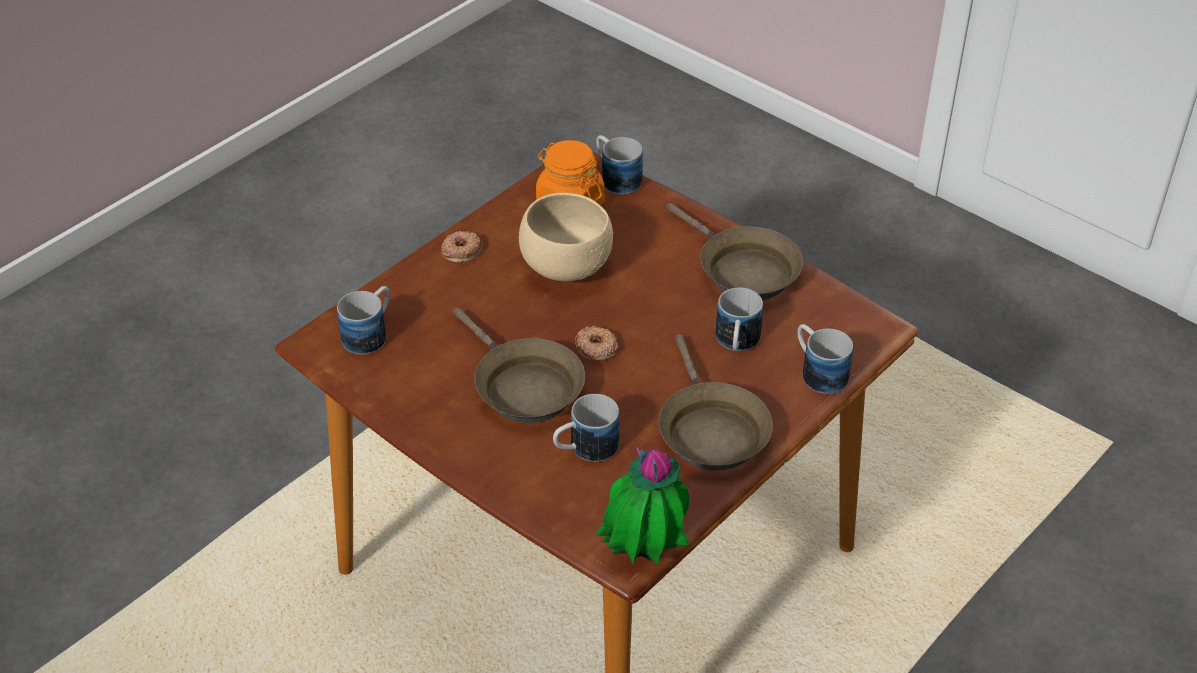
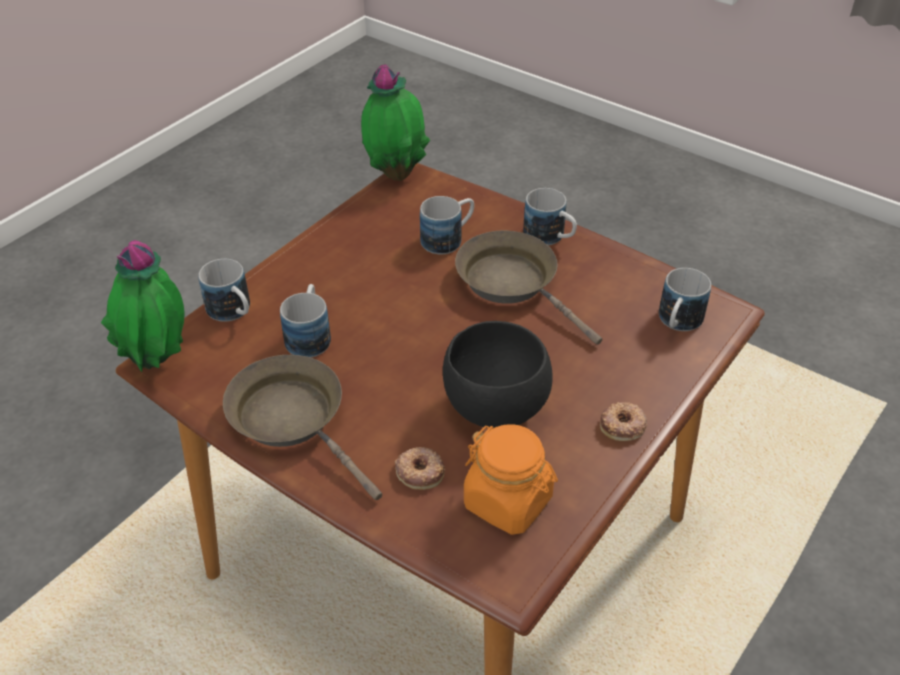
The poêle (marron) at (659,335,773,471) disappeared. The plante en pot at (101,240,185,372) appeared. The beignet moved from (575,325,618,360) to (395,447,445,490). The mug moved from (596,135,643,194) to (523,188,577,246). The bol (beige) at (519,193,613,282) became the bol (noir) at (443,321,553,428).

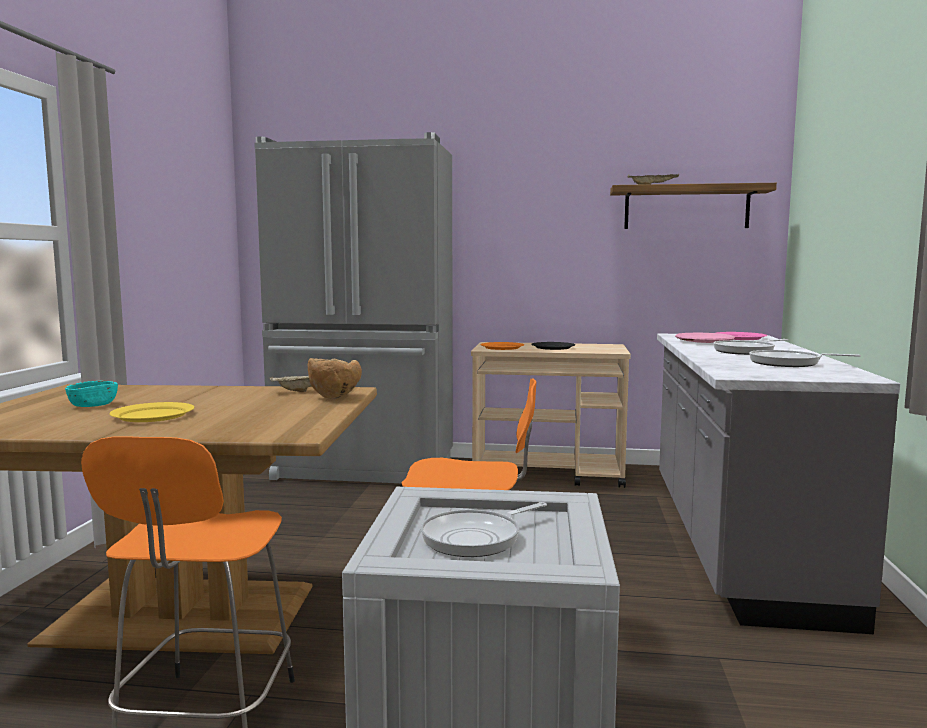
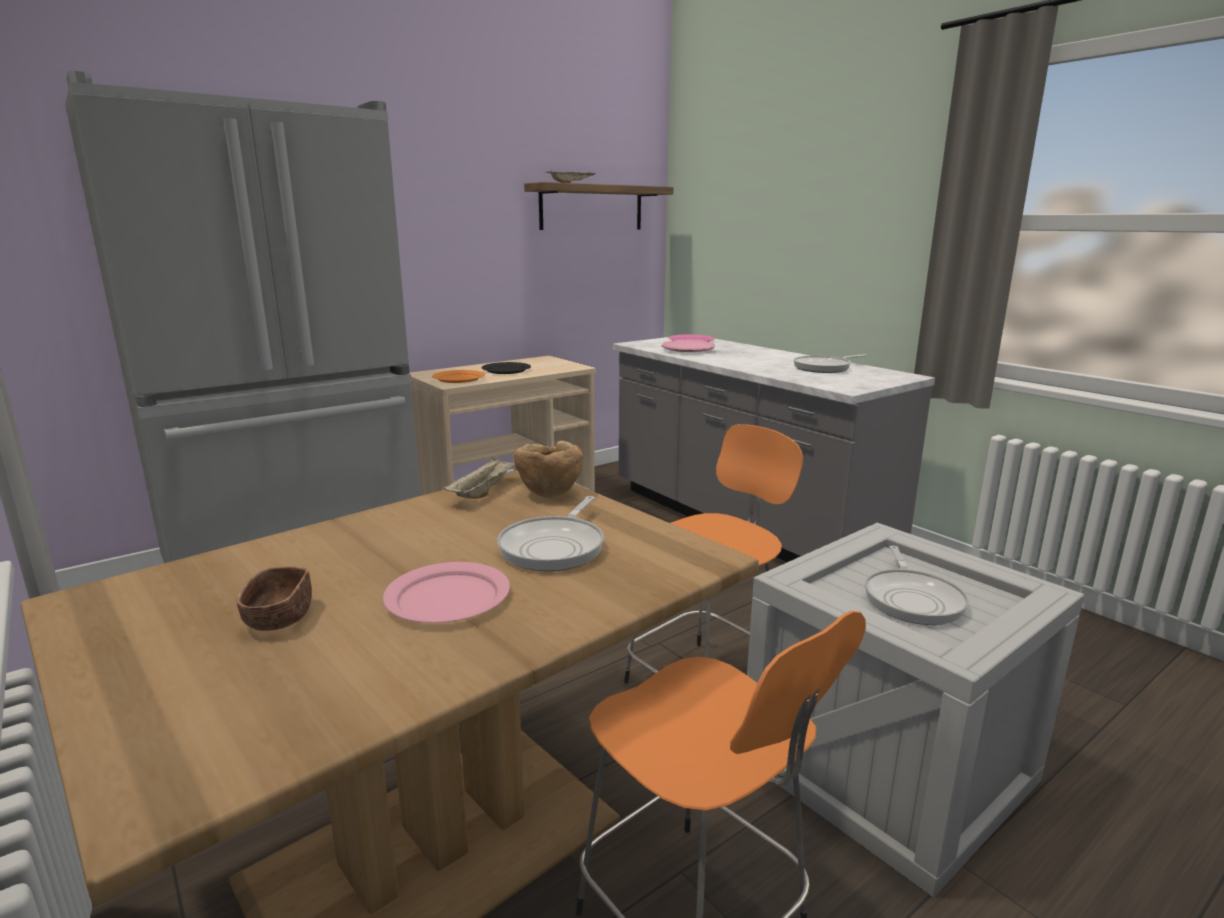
The poêle moved from (713,339,788,355) to (497,496,604,571). The bol (turquoise) at (65,381,118,407) became the bol (marron) at (237,566,312,631). The assiette (jaune) at (109,402,194,422) became the assiette (rose) at (383,562,510,623).

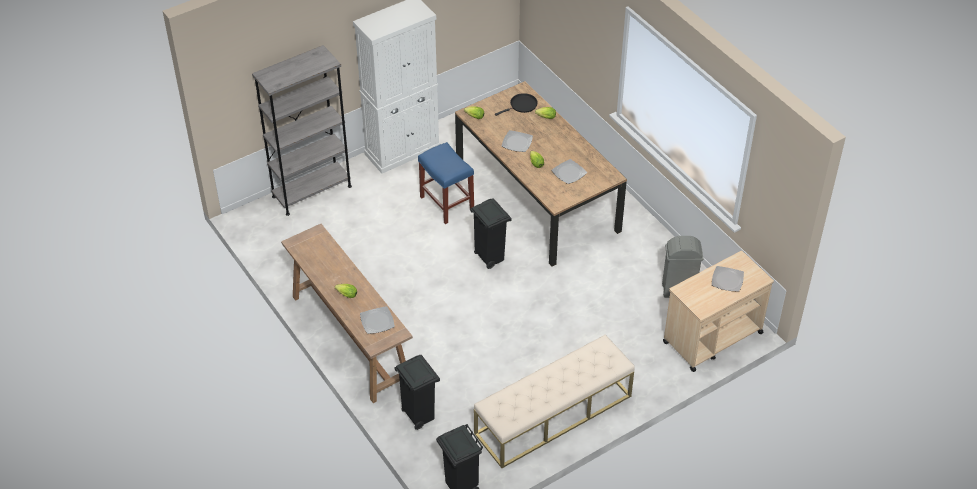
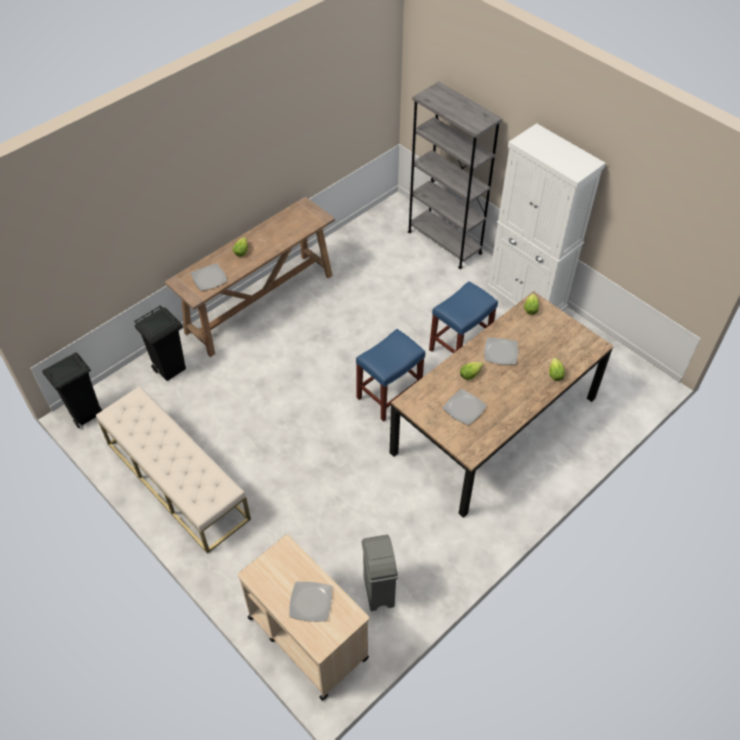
The poêle (noir) at (495,93,538,116) disappeared. The poubelle (noir) at (470,198,512,269) was replaced by the tabouret (bleu) at (356,329,425,422).

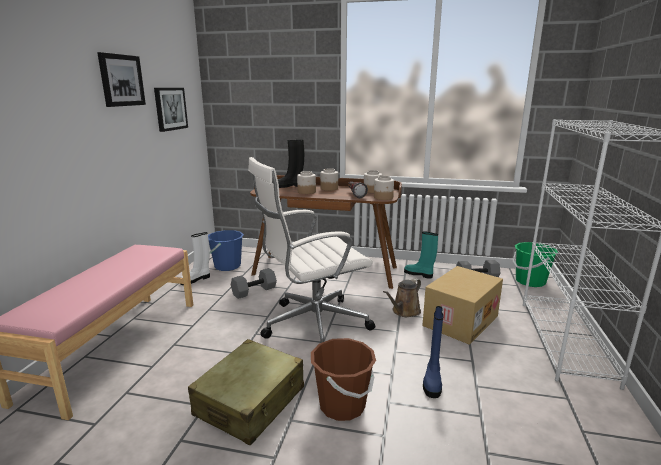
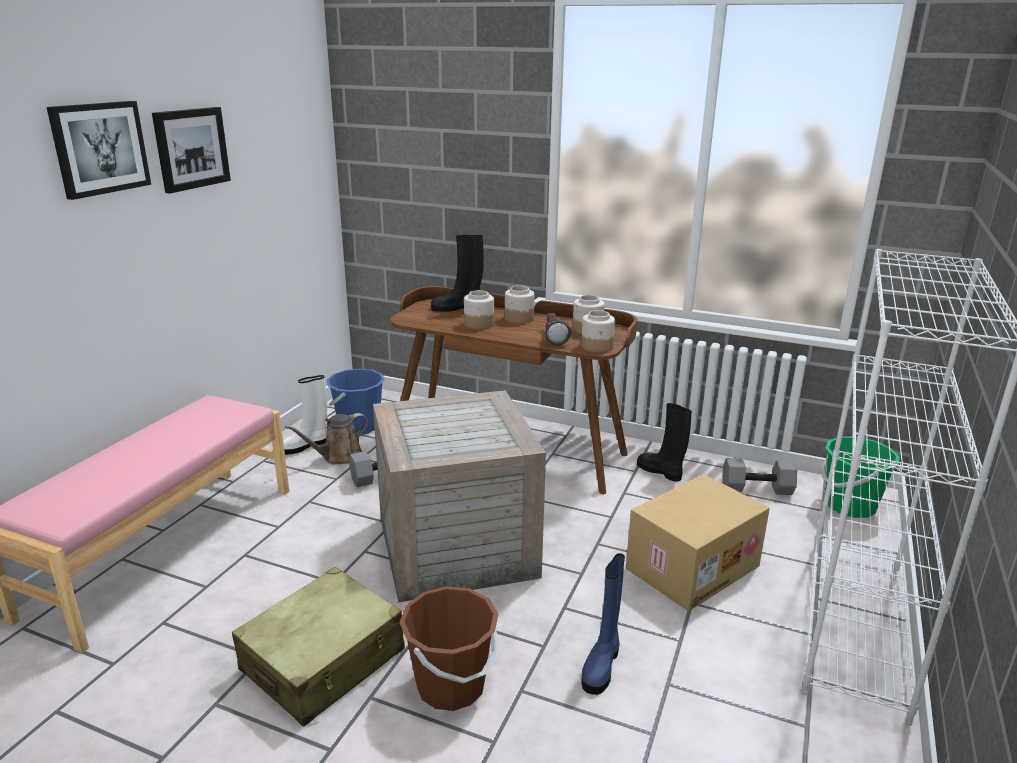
The tableau moved from (154,88,188,132) to (47,101,151,200). The arrosoir (marron) moved from (383,278,421,317) to (285,413,368,464). The chaise de bureau (blanc) at (248,157,375,343) was replaced by the caisse at (373,390,546,603). The botte (turquoise) at (404,231,438,279) became the botte (noir) at (637,403,692,482).

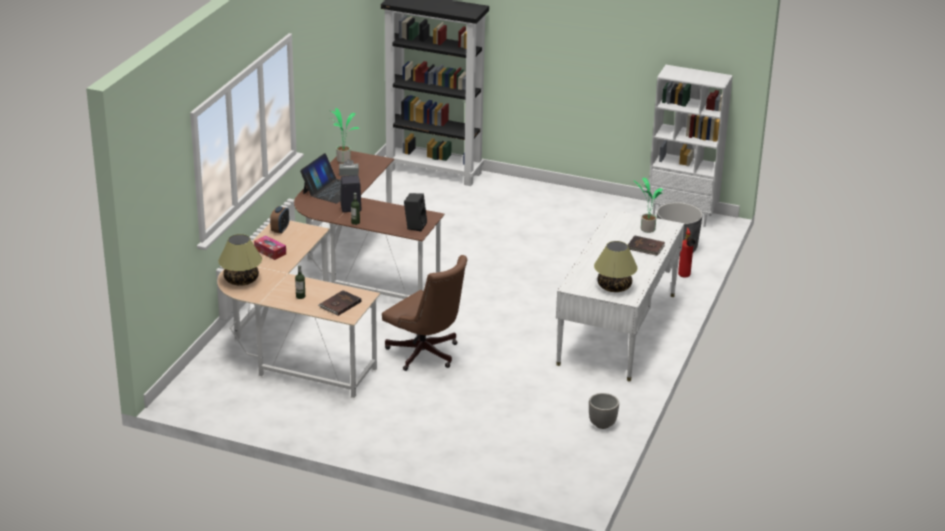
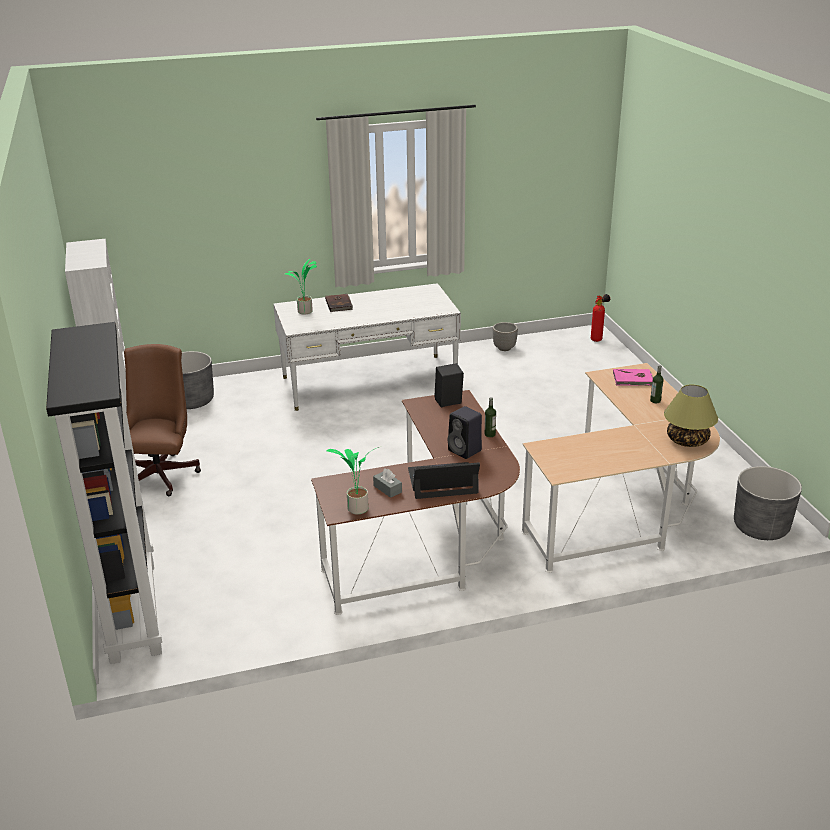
The boîte à mouchoirs at (254,236,286,260) disappeared. The réveil at (270,206,289,234) disappeared. The lampe de table at (594,241,638,292) disappeared. The cache-pot (gris) at (734,466,802,540) appeared. The chaise de bureau (marron) moved from (382,255,467,371) to (124,344,201,496). The extincteur moved from (678,227,695,277) to (591,294,610,342). The livre (marron) at (318,290,361,316) became the livre (rose) at (613,369,653,386).

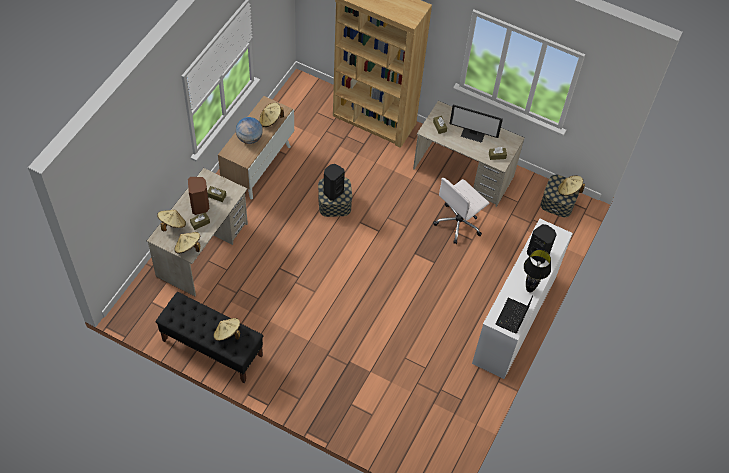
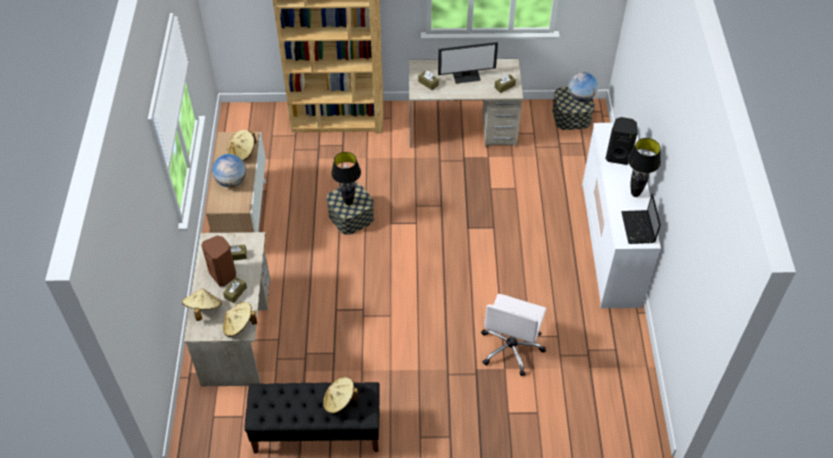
The chaise de bureau (blanc) moved from (433,178,489,244) to (481,294,546,376). The enceinte (noir) at (324,164,345,201) was replaced by the lampe de table (noir) at (331,152,361,205). The chapeau (beige) at (558,175,585,196) was replaced by the globe at (568,72,598,102).

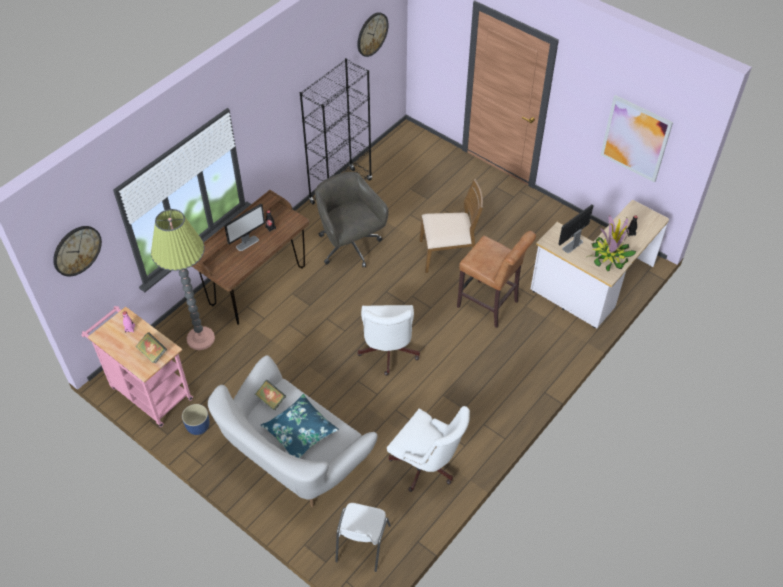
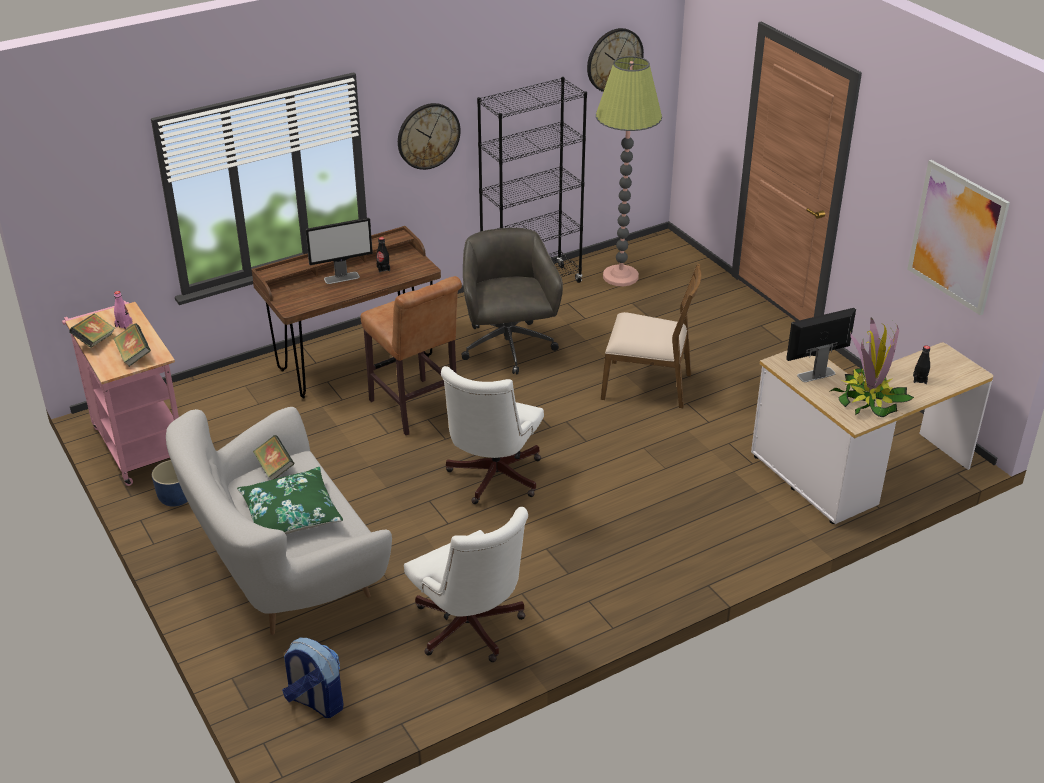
The livre at (69,313,115,348) appeared. The horloge murale moved from (53,226,102,276) to (398,103,461,170). The lampadaire moved from (151,209,215,350) to (596,56,662,286). The tabouret (marron) moved from (457,231,536,328) to (361,276,462,435). The chaise (blanc) at (335,503,391,572) was replaced by the sac à dos at (282,638,343,718). The coussin (bleu) at (260,394,339,458) became the coussin (vert) at (237,467,343,534).

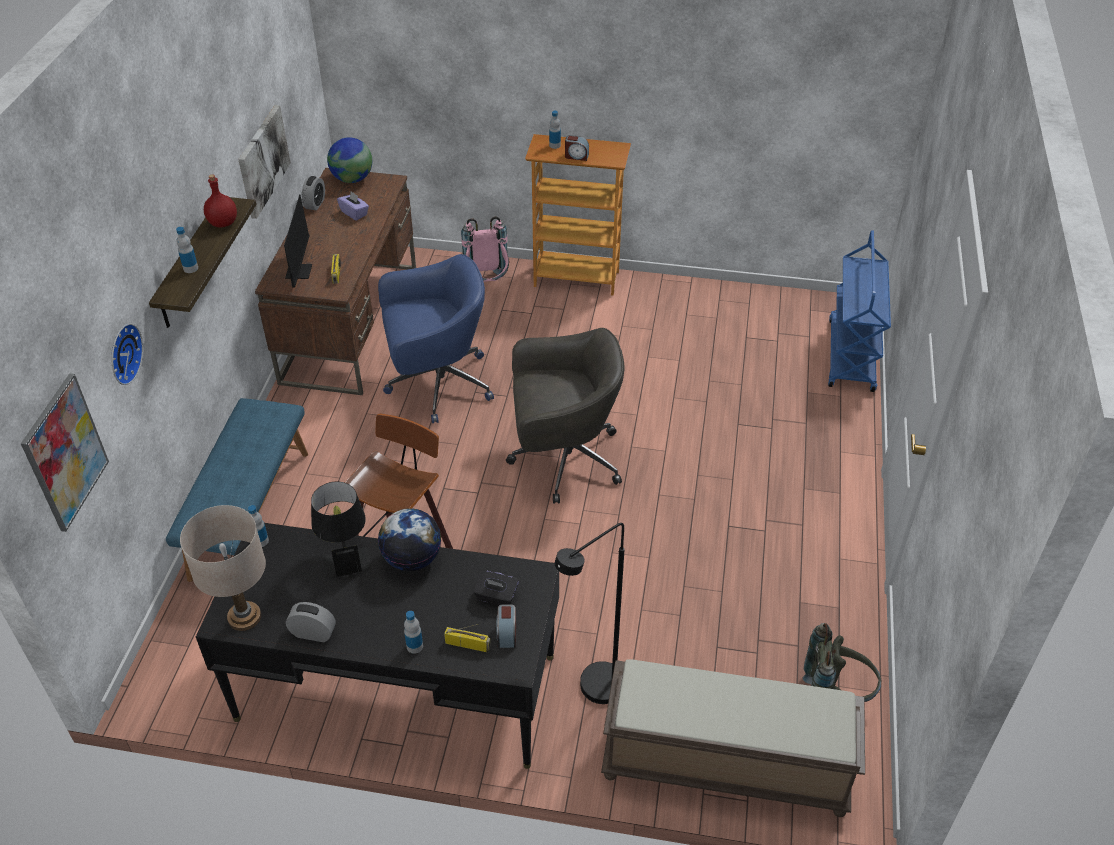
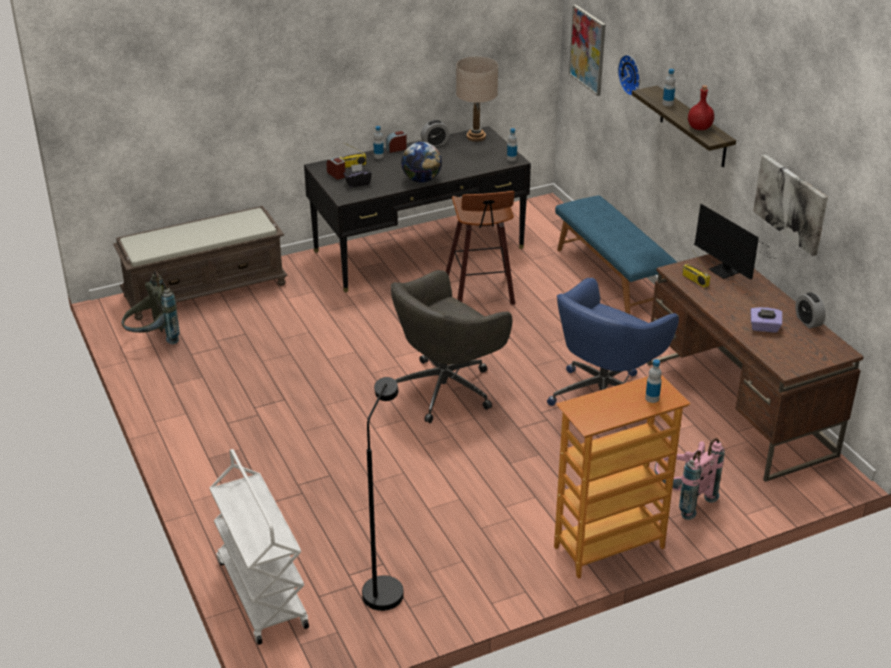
The lampe de table (noir) at (311,482,372,579) disappeared. The globe at (327,137,372,183) disappeared. The lampadaire (noir) moved from (555,523,625,704) to (362,377,404,611). The réveil moved from (565,135,589,161) to (386,131,407,153). The chariot (bleu) at (828,230,891,392) became the chariot (blanc) at (209,449,309,645).

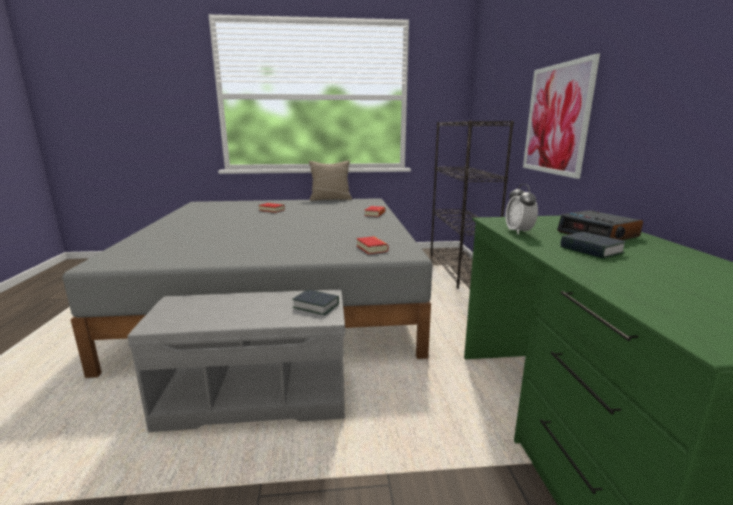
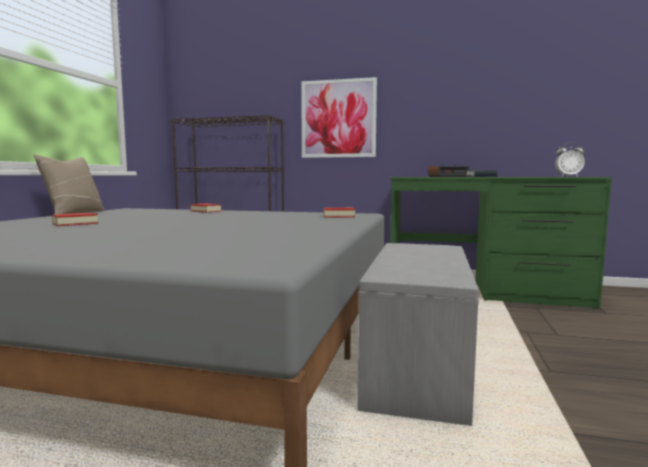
The livre at (292,289,339,315) disappeared. The réveil moved from (506,184,538,235) to (555,142,585,177).

